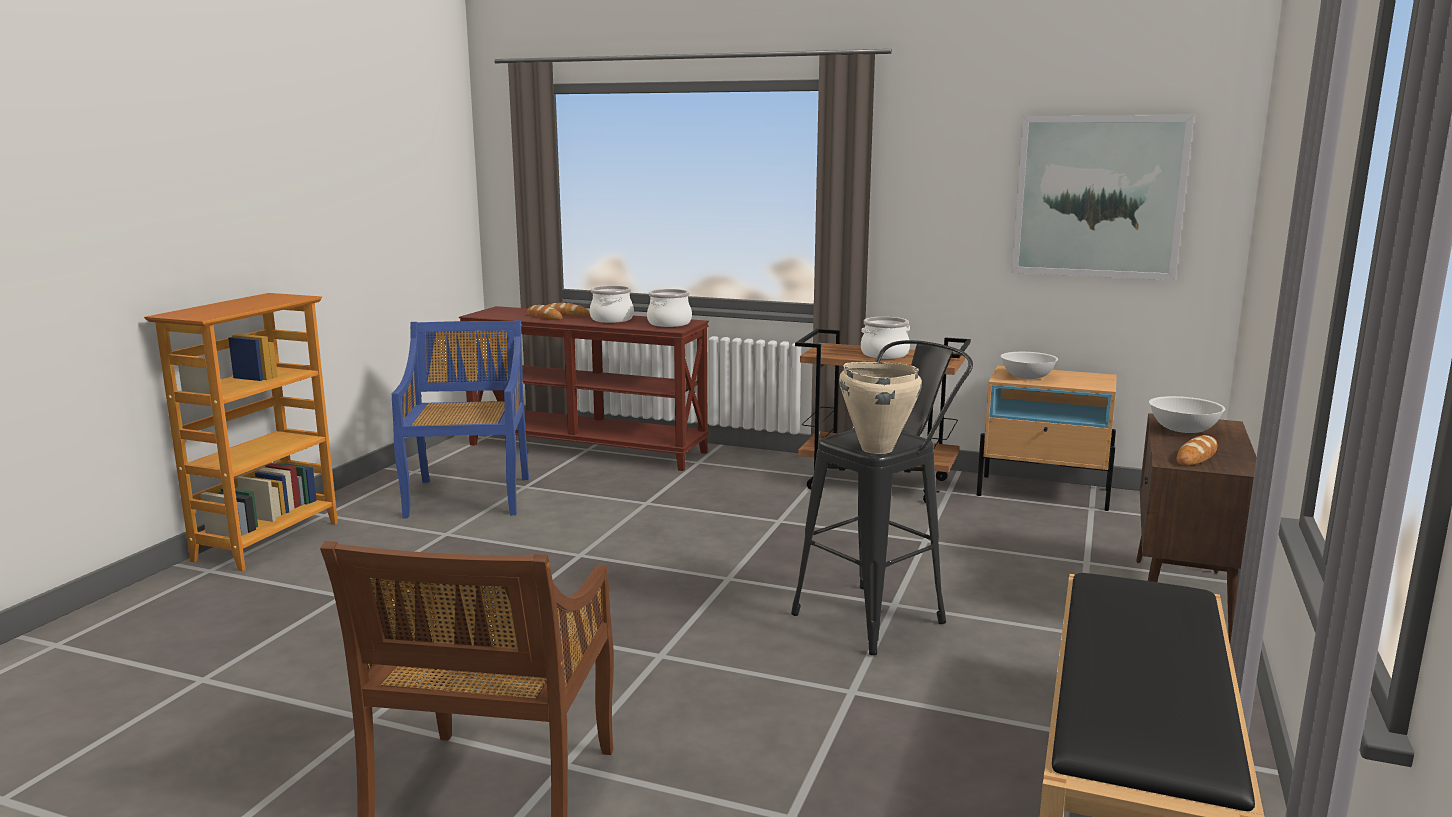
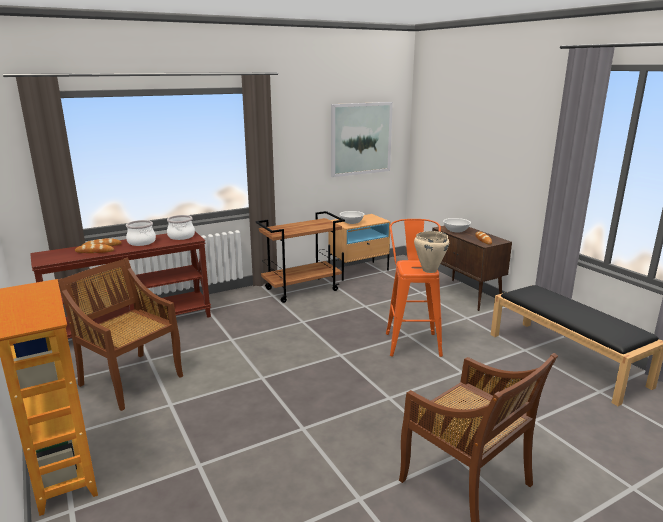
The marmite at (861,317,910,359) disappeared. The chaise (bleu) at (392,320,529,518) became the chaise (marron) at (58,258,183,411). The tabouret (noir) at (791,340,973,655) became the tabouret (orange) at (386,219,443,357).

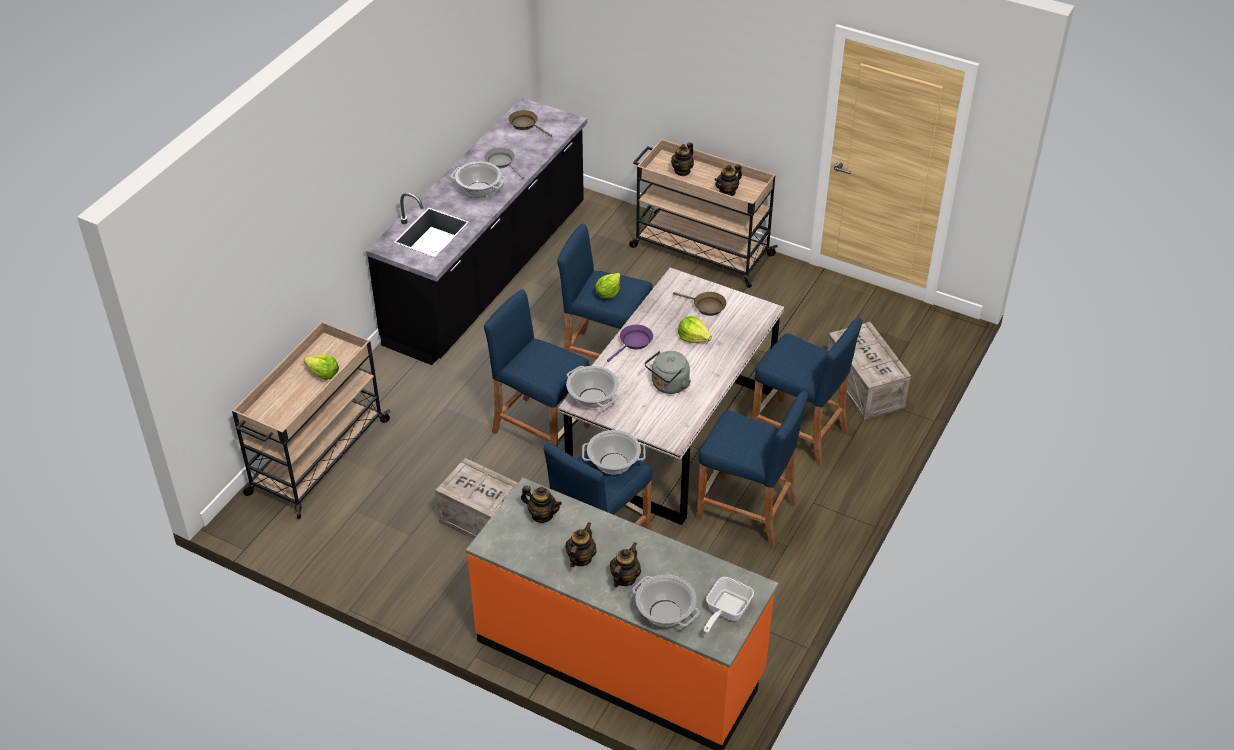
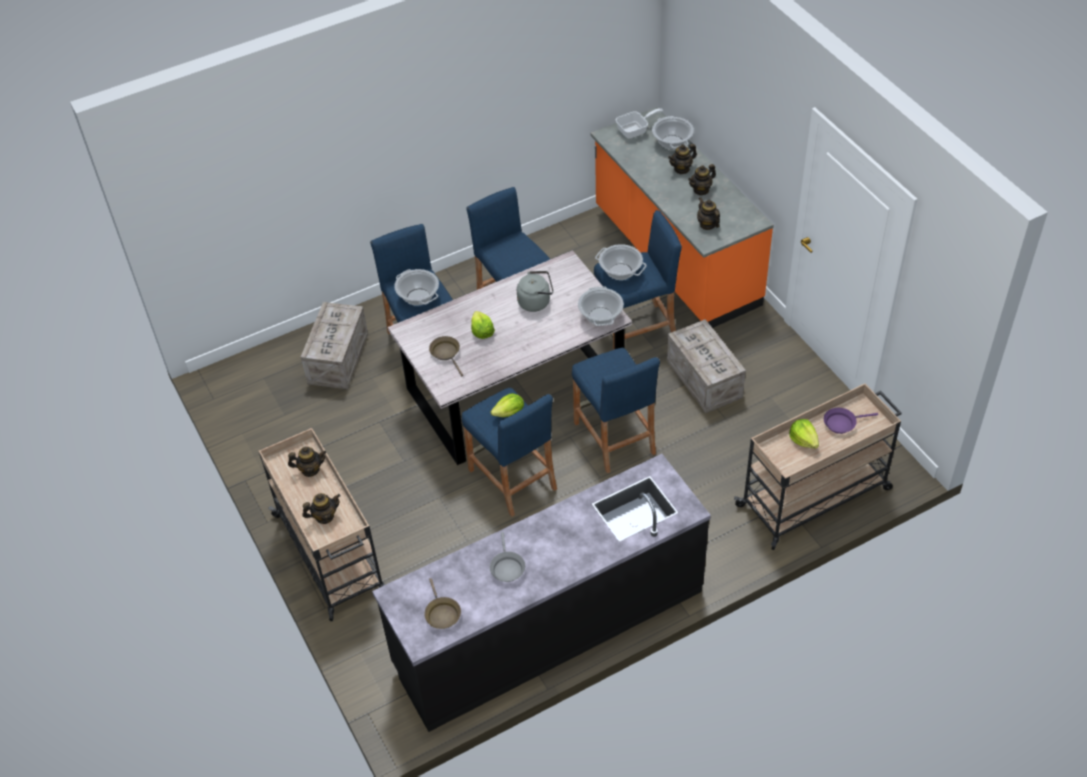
The marmite moved from (451,161,506,197) to (394,269,439,306). The poêle (violet) moved from (607,325,653,362) to (824,408,878,434).

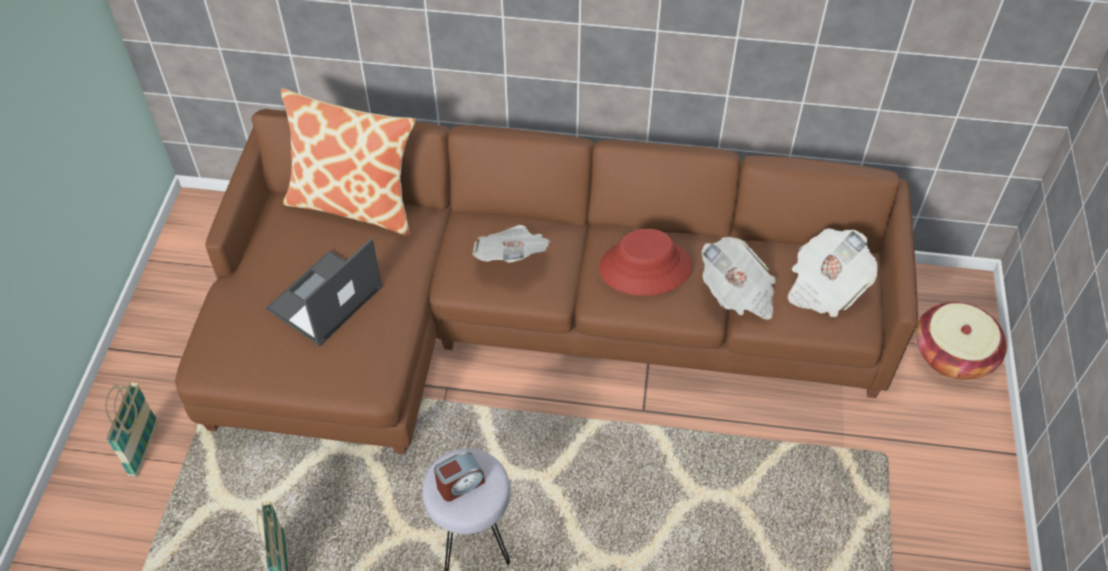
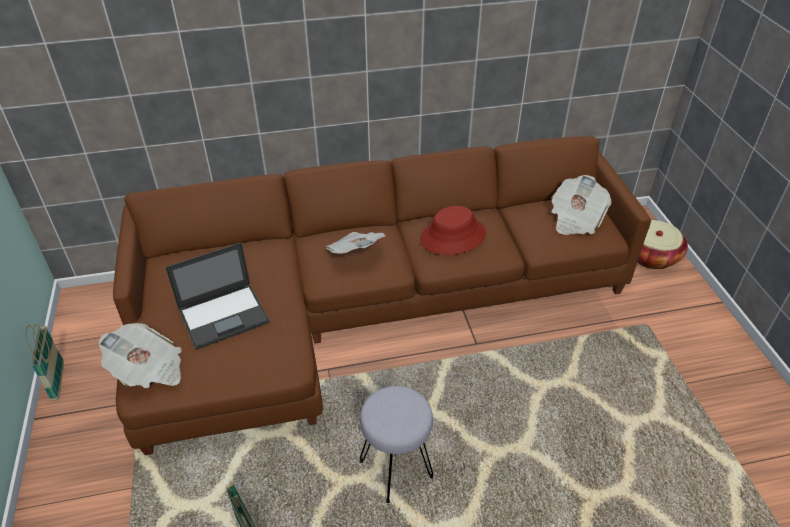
The coussin at (281,88,415,236) disappeared. The réveil at (434,452,485,502) disappeared. The panier moved from (105,382,158,477) to (26,323,64,401). The journal moved from (702,237,776,320) to (99,323,182,388). The ordinateur portable at (265,238,383,346) turned 135 degrees counterclockwise.

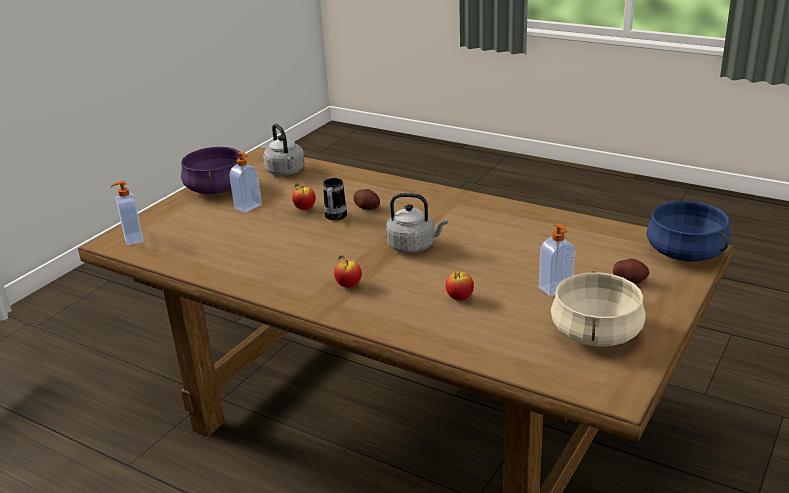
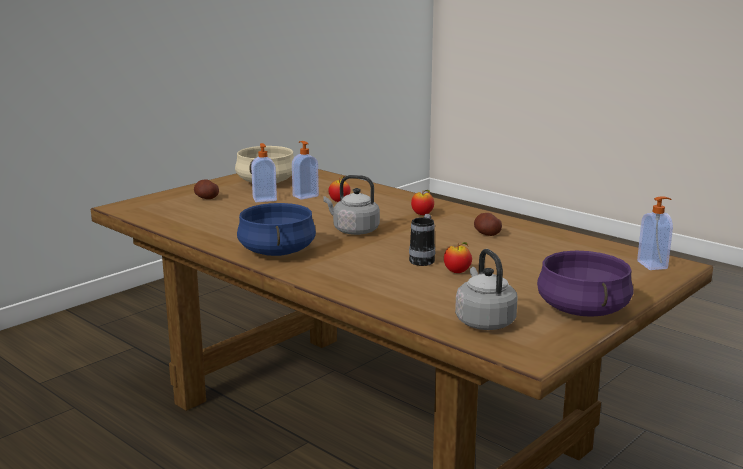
The distributeur de savon moved from (229,152,262,213) to (292,141,319,200). The pomme de terre moved from (353,189,380,210) to (474,213,502,236). The marmite (bleu) moved from (646,201,730,262) to (237,203,316,256).

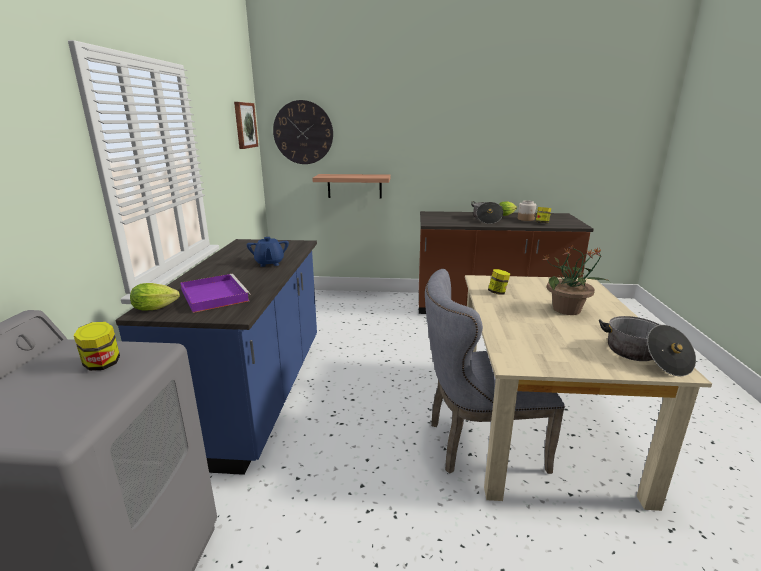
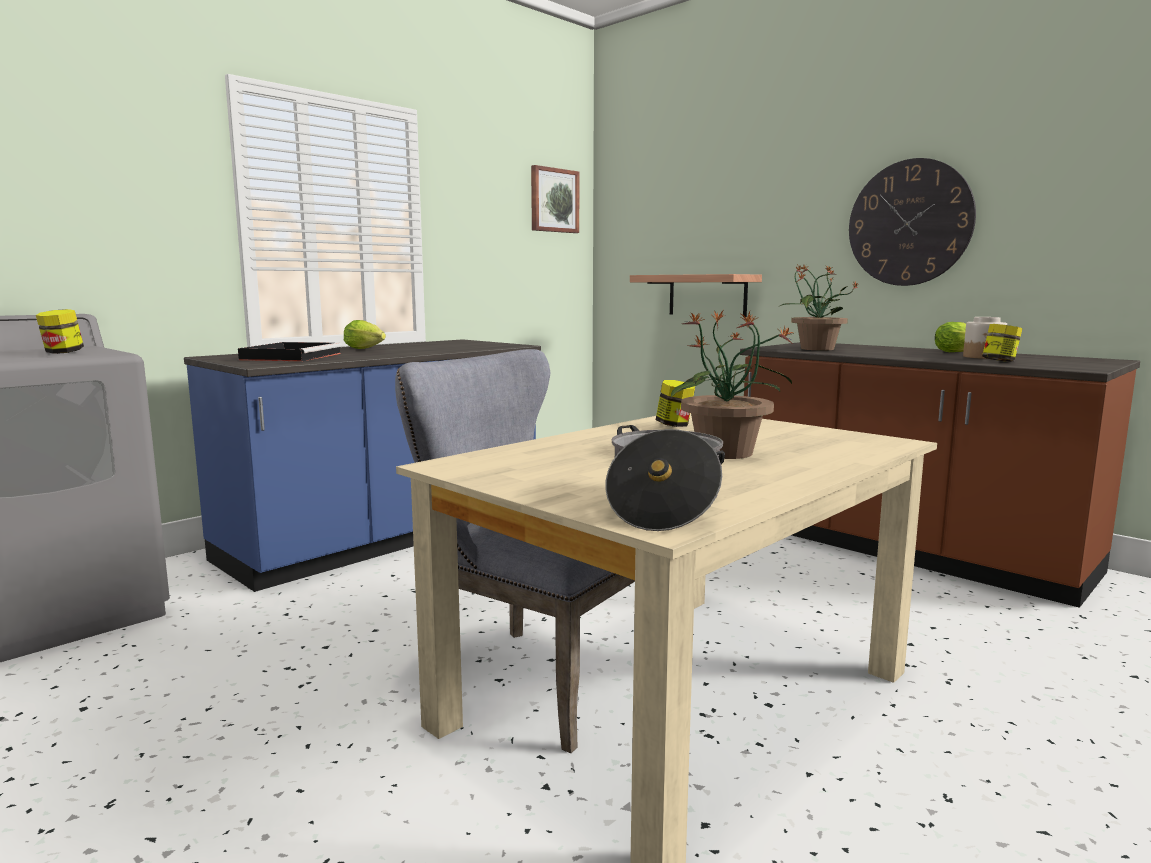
The théière (bleu) at (247,237,289,267) disappeared. The marmite at (471,201,503,224) disappeared. The plante en pot at (780,264,858,350) appeared. The laitue moved from (130,283,180,310) to (344,320,386,349). The horloge murale moved from (273,100,333,164) to (849,158,976,286). The plateau (violet) at (180,274,251,313) became the plateau (noir) at (238,342,342,361).

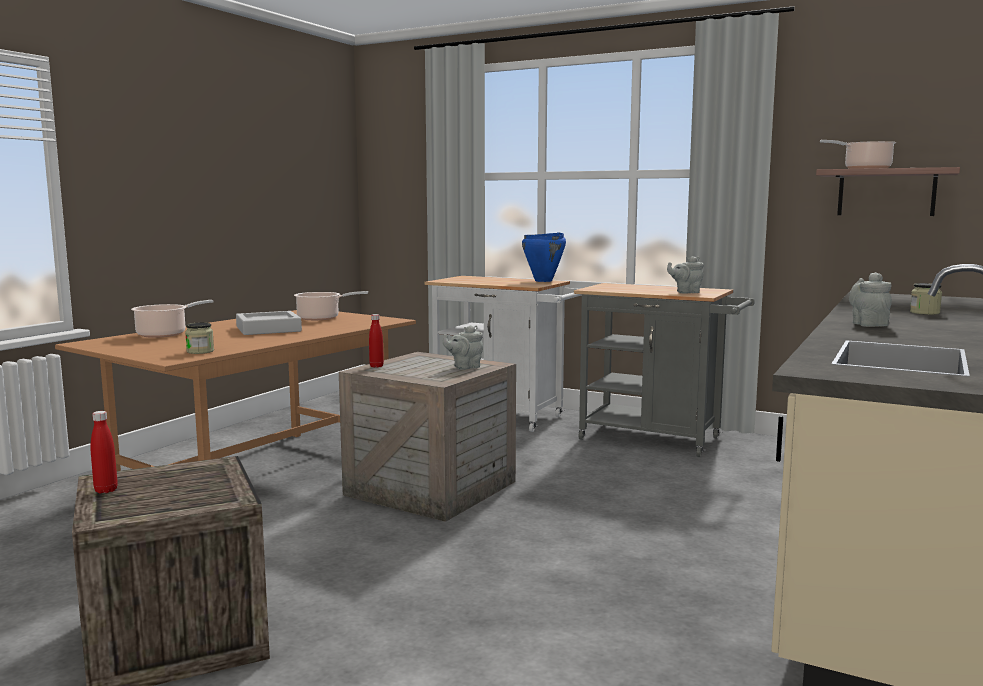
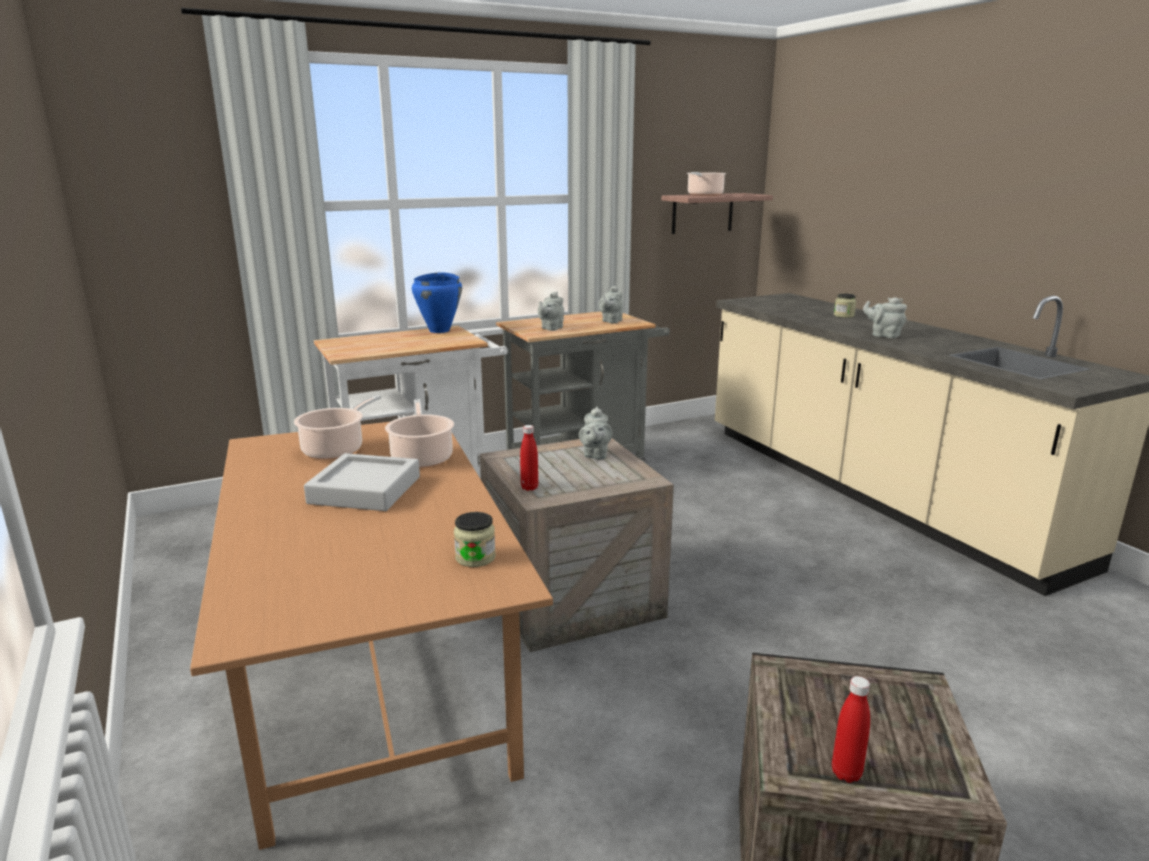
The théière (gris) at (538,292,564,331) appeared. The marmite moved from (131,300,214,338) to (385,399,454,468).

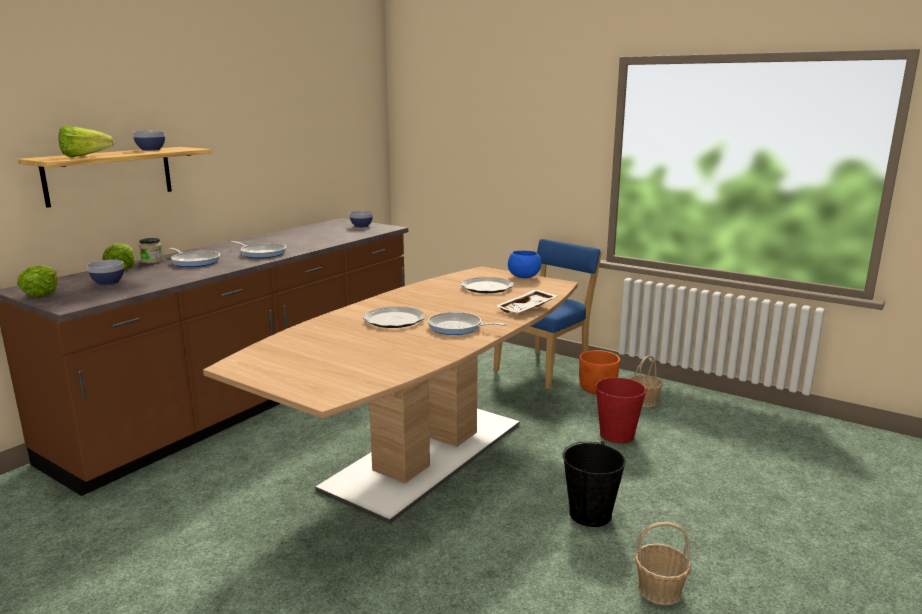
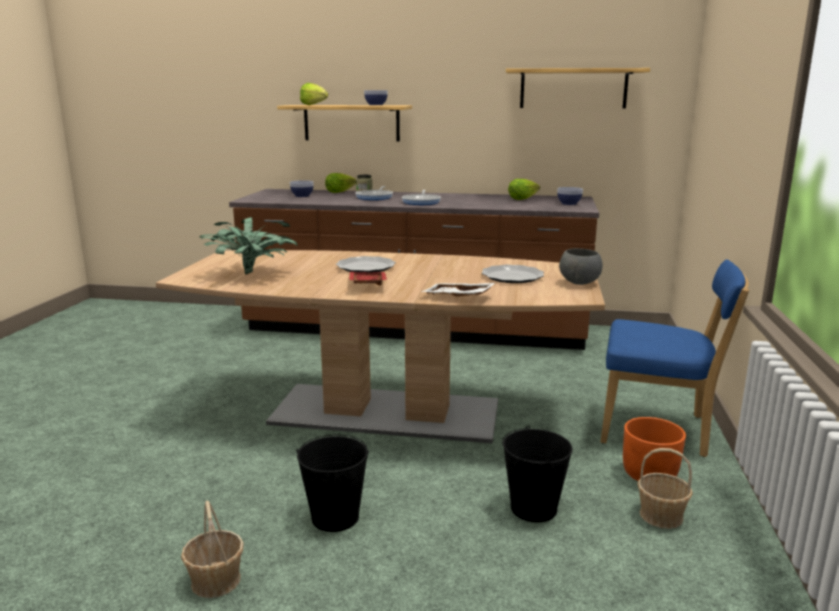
The plante en pot at (200,217,297,275) appeared. The étagère at (506,68,650,108) appeared. The laitue moved from (17,265,58,297) to (508,179,540,200). The poêle at (428,312,507,335) was replaced by the plateau (rouge) at (349,272,387,286). The bol (bleu) at (508,251,541,278) became the bol (gris) at (559,248,603,285). The seau (rouge) at (595,378,647,443) became the seau (noir) at (502,426,573,522).

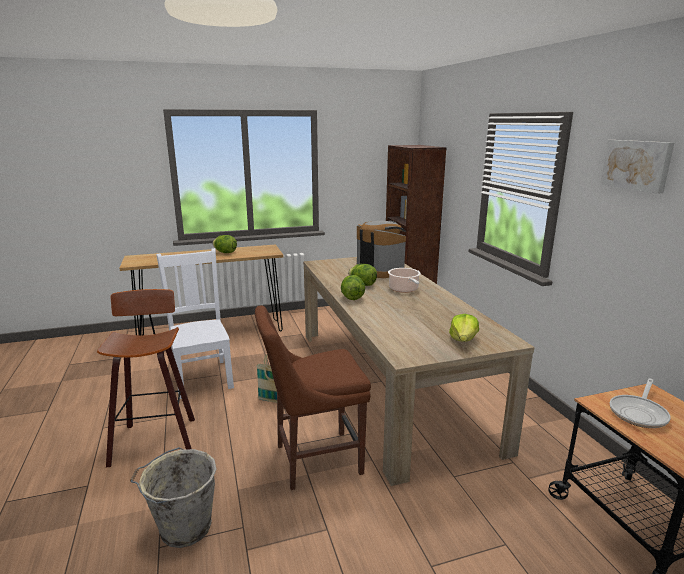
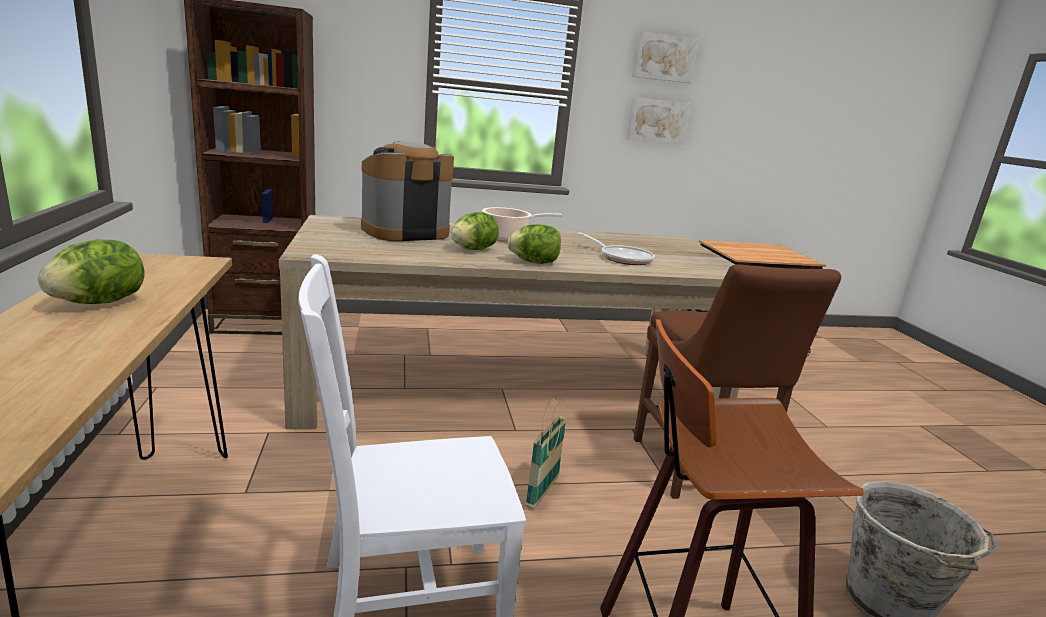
The laitue at (449,314,479,342) disappeared. The tableau at (626,97,691,145) appeared. The poêle moved from (610,378,671,428) to (578,232,655,265).

